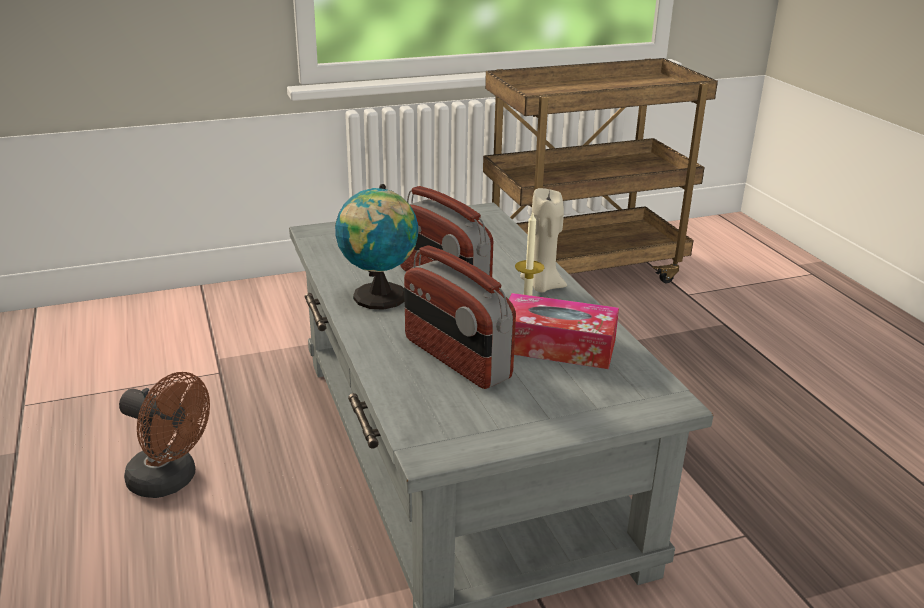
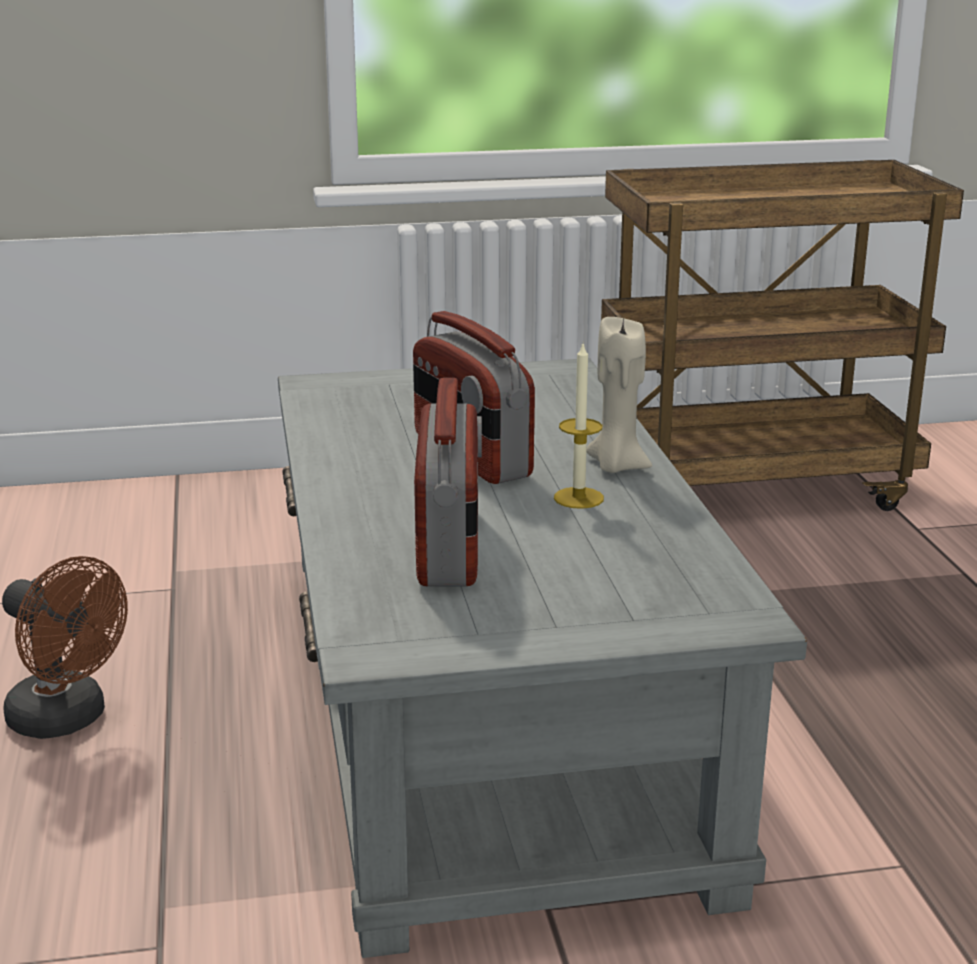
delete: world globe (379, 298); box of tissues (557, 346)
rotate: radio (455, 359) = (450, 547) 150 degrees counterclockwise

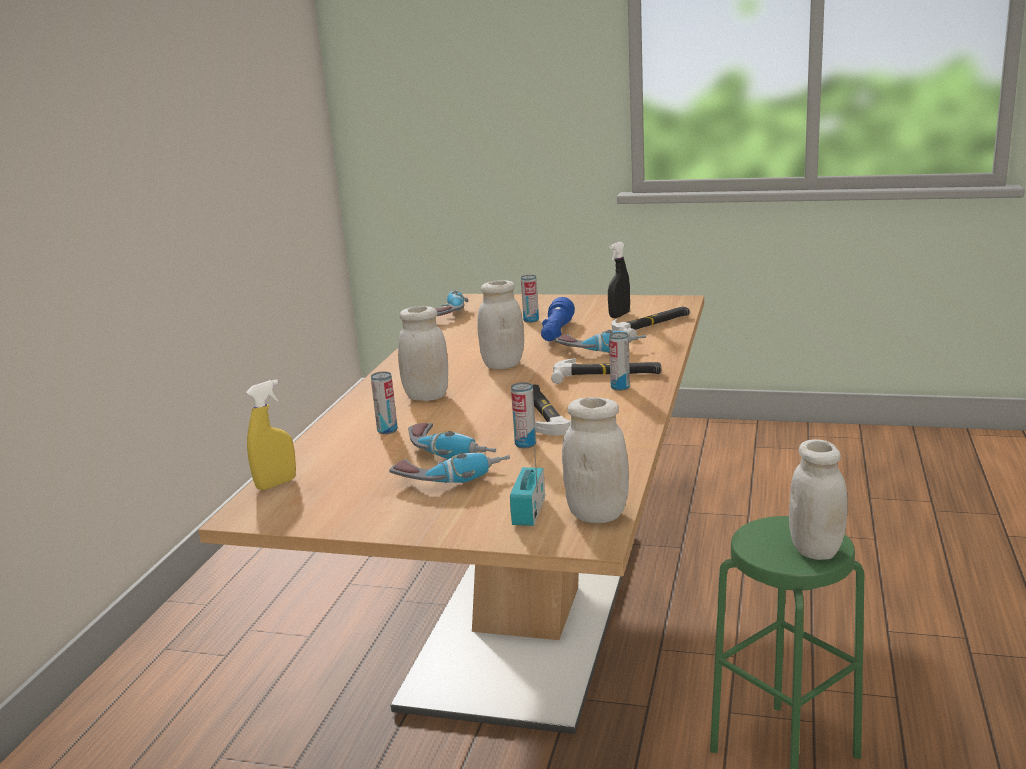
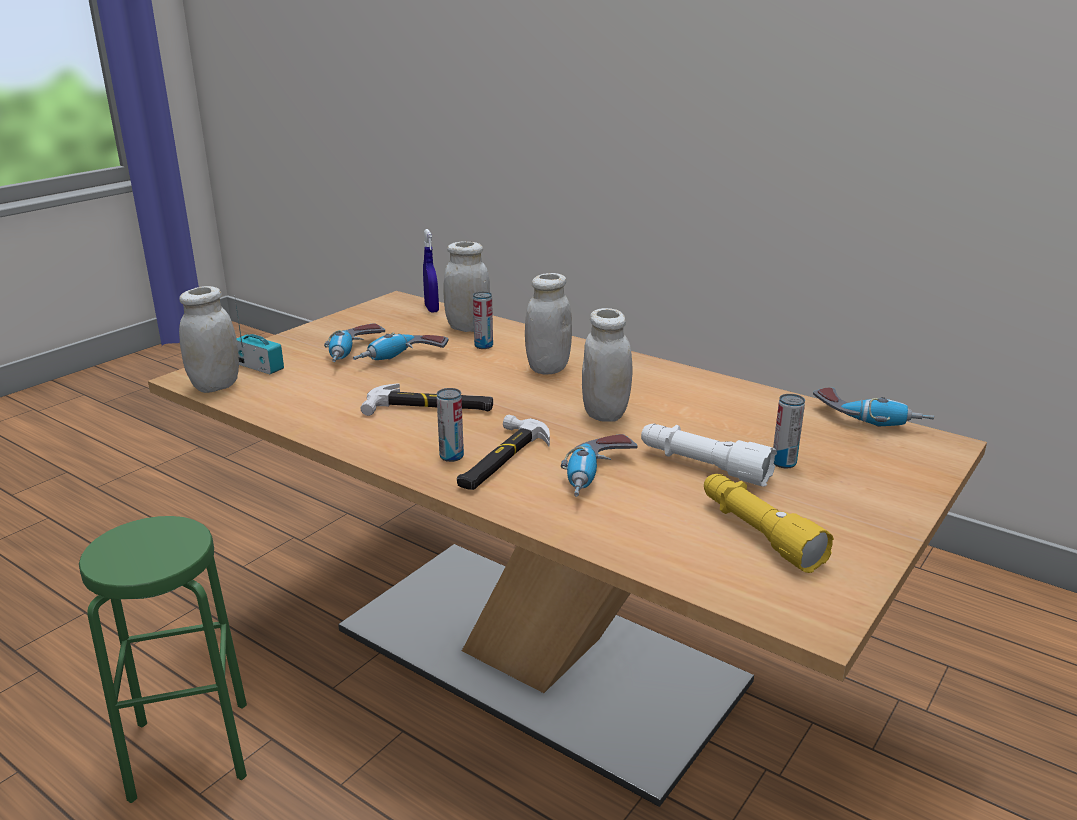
delete: can (525, 444); hammer (652, 325)
move: white-coloured storage jar (815, 550) to (467, 328)
replace: blackish sprayer (619, 315) to yellow flashlight (758, 533)
recolor: yellow sprayer (276, 484) to bluish sprayer (431, 309); bluish flashlight (556, 333) to white-coloured flashlight (703, 466)

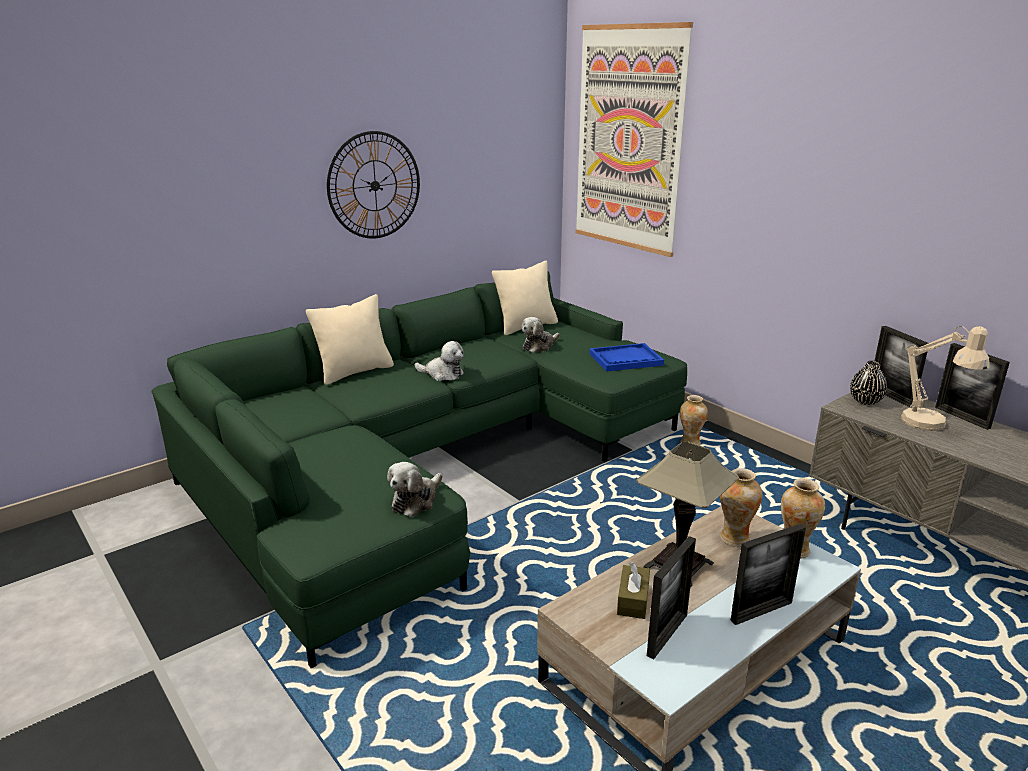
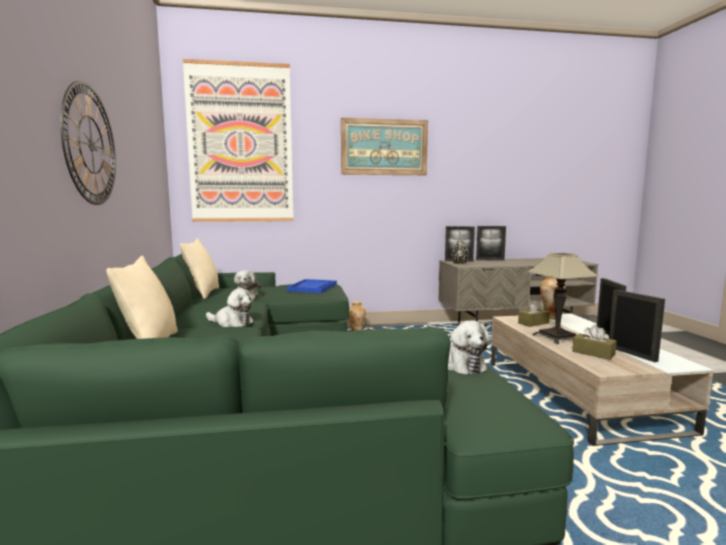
delete: beige-coloured table lamp (931, 425)
insert: picture (384, 147)
replace: vase (734, 538) to brown-coloured box of tissues (533, 323)
rotate: soft toy (442, 374) = (232, 323) 60 degrees clockwise

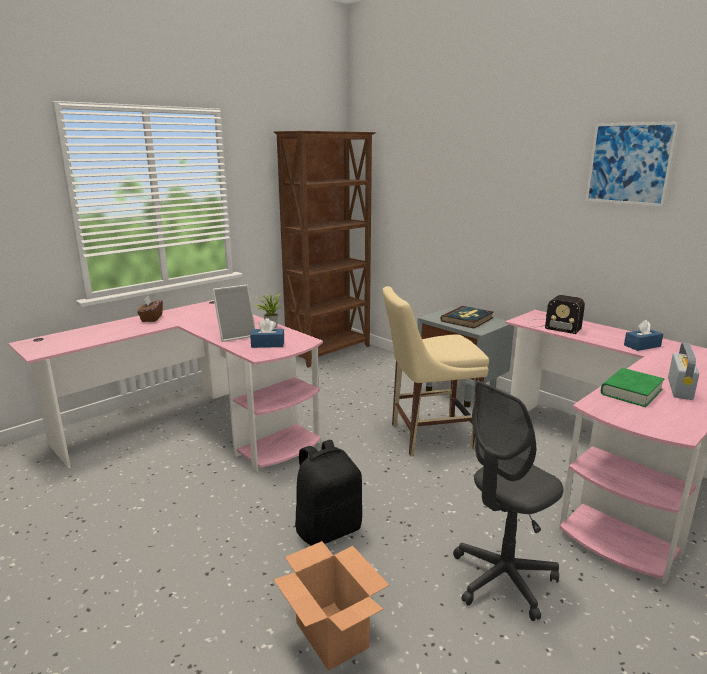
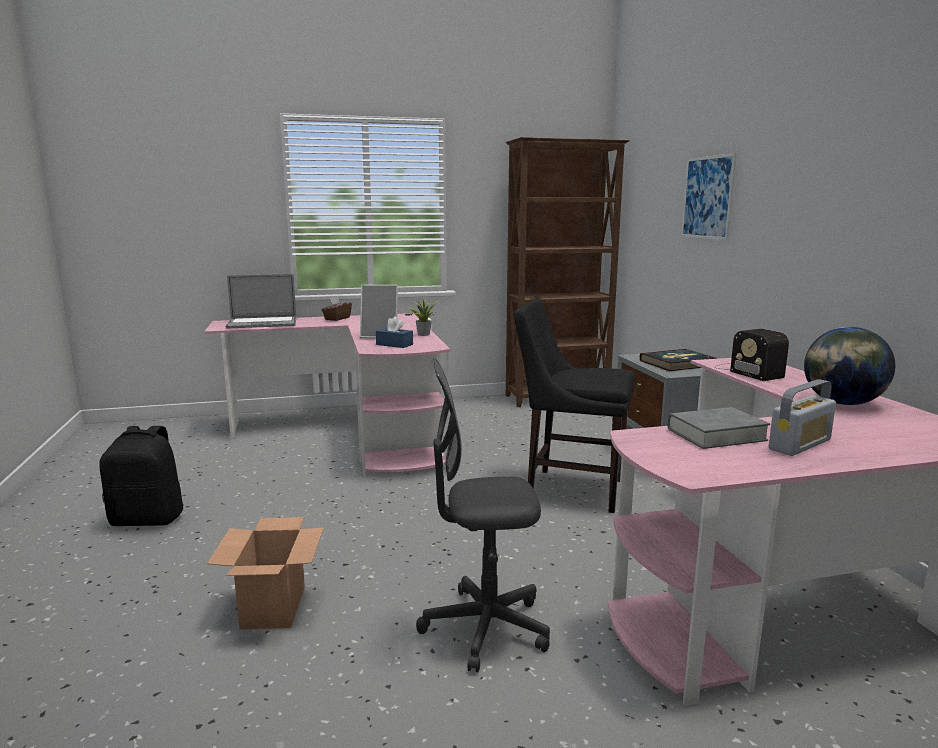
insert: notebook computer (262, 323)
move: blackish rucksack (328, 529) to (148, 519); picture (629, 163) to (707, 197)
replace: bluish box of tissues (642, 346) to world globe (842, 403)
recolor: beige-coloured chair (427, 436) to blackish chair (570, 489); green-coloured book (631, 392) to grey book (716, 435)

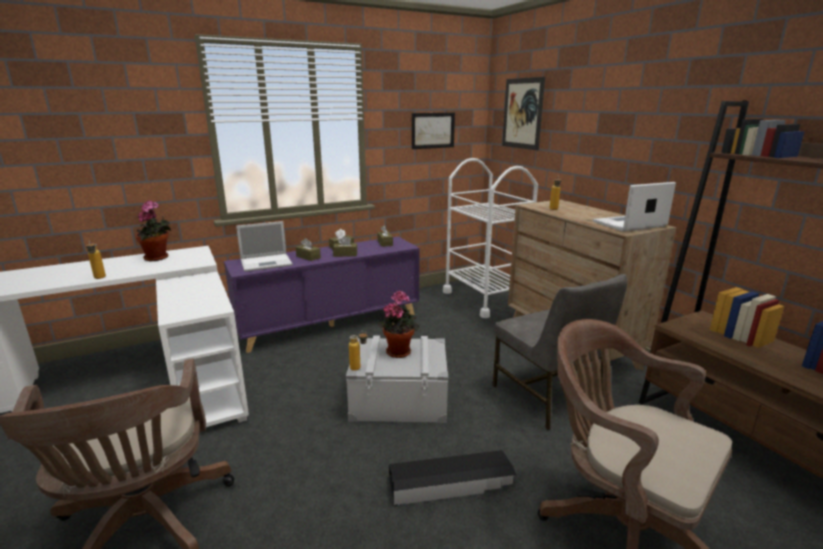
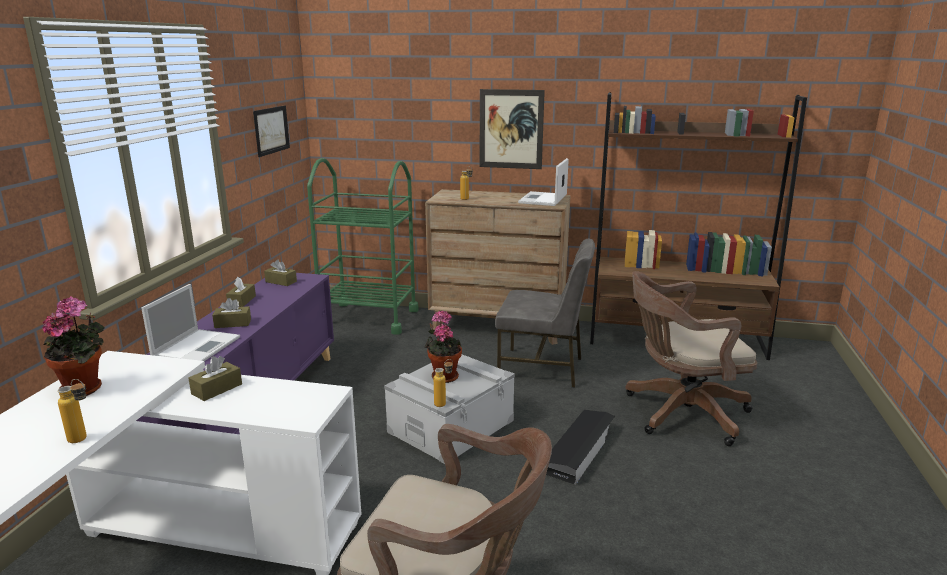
move: brown-coloured box of tissues (345, 254) to (217, 389); picture (522, 113) to (511, 129)
recolor: white-coloured trolley (484, 299) to green-coloured trolley (368, 318)

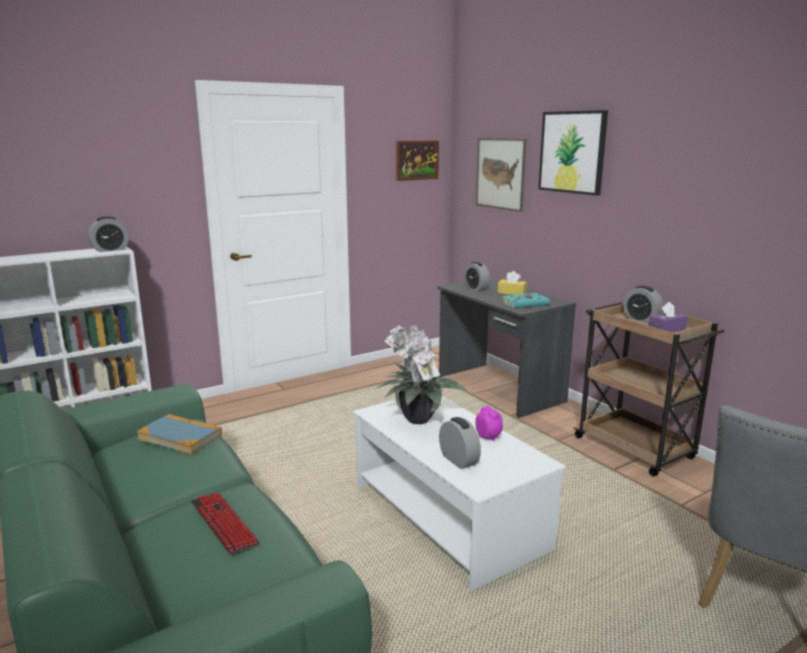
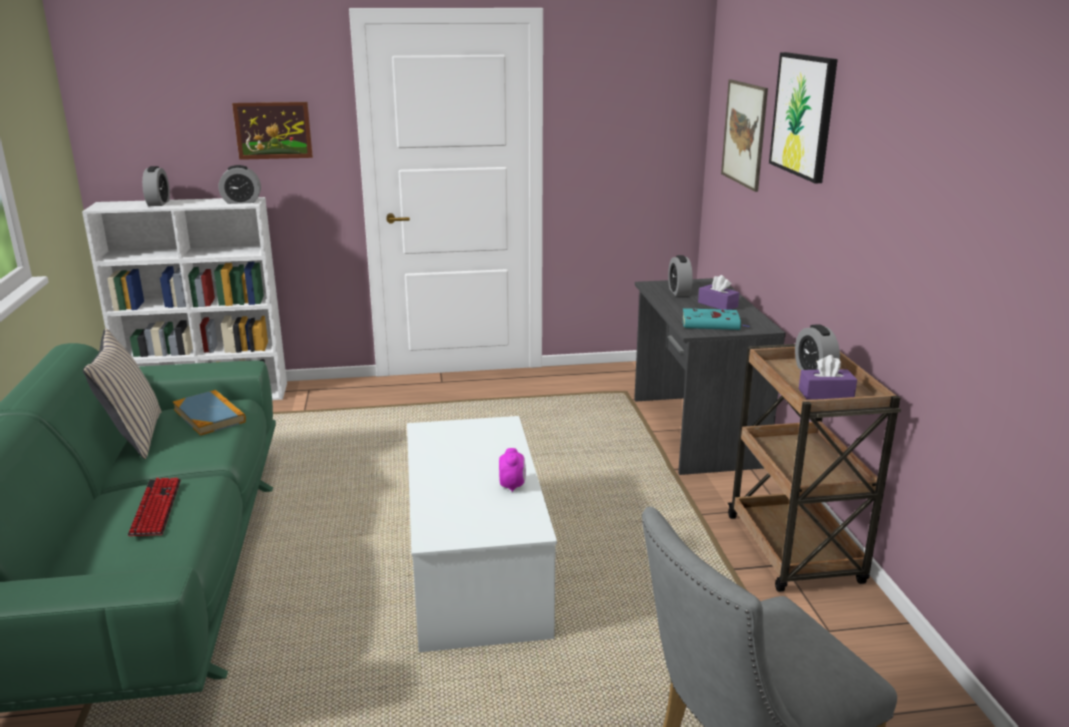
delete: houseplant (418, 421)
insert: beige-coloured cushion (134, 437)
move: table clock (458, 460) to (158, 203); picture (417, 160) to (273, 130)
recolor: yellow box of tissues (511, 293) to purple-coloured box of tissues (717, 305)

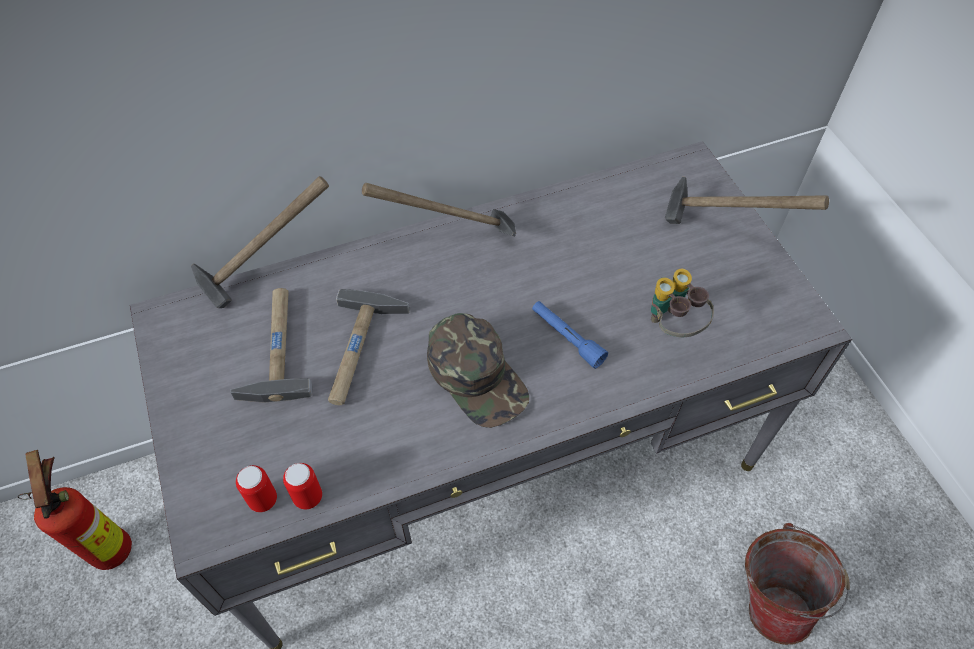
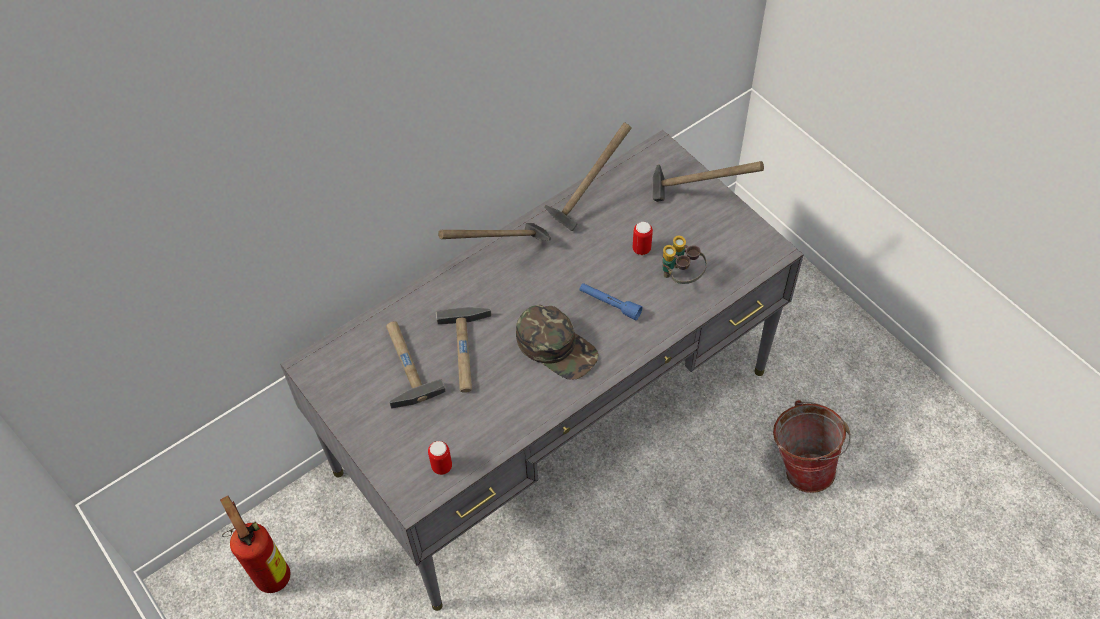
move: hammer (267, 272) to (587, 200); can (308, 497) to (641, 249)

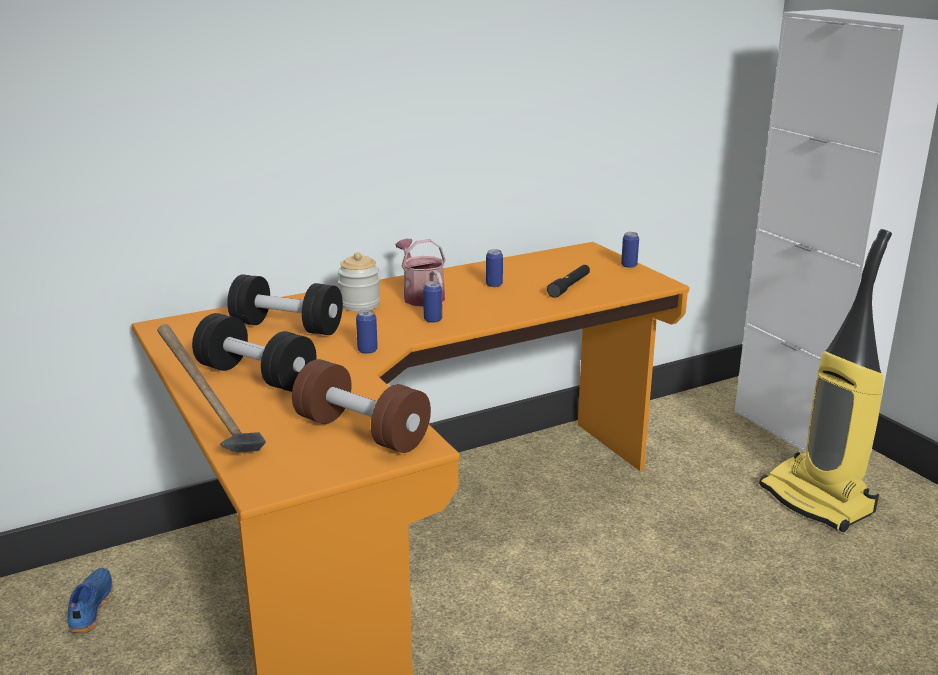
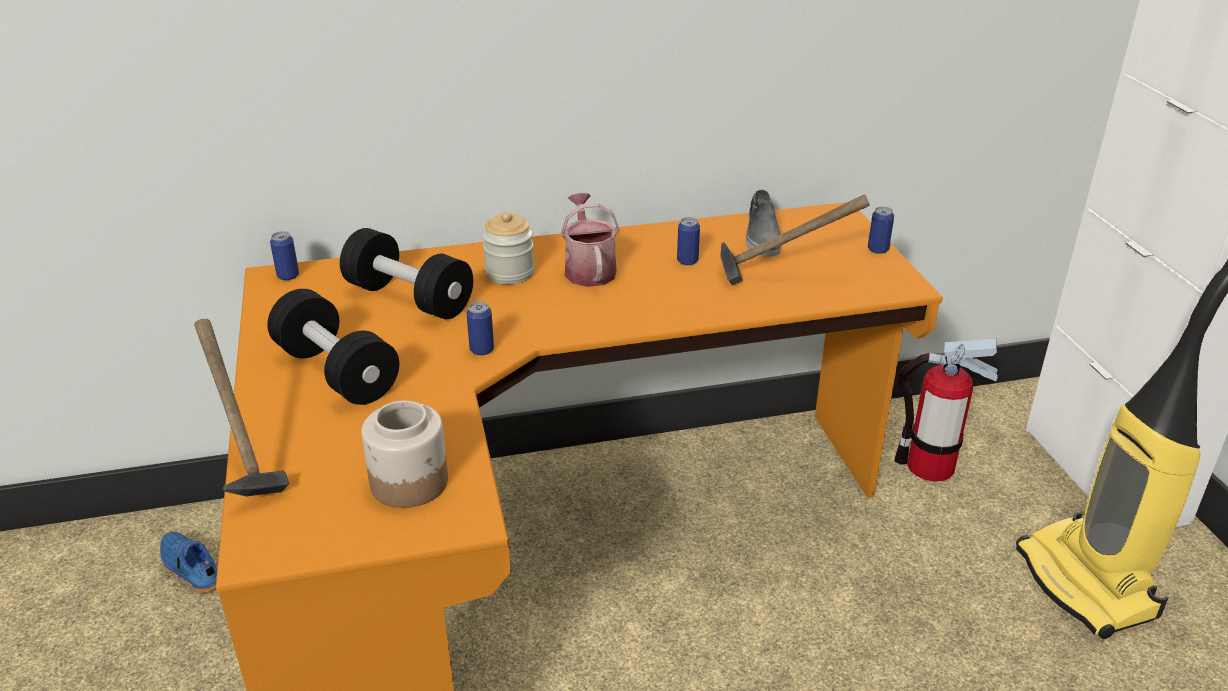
insert: grey shoe (762, 236); fire-fighting cylinder (929, 466)
move: can (433, 320) to (288, 276)
replace: brown-coloured dumbbell (362, 432) to storage jar (410, 482); blackish flashlight (569, 286) to hammer (781, 276)
rotate: bluish shoe (89, 608) = (191, 570) 60 degrees counterclockwise

